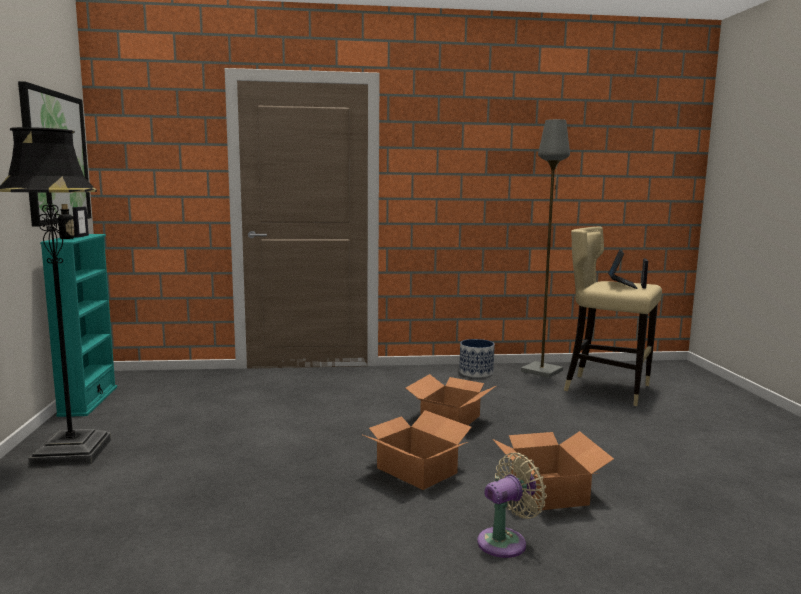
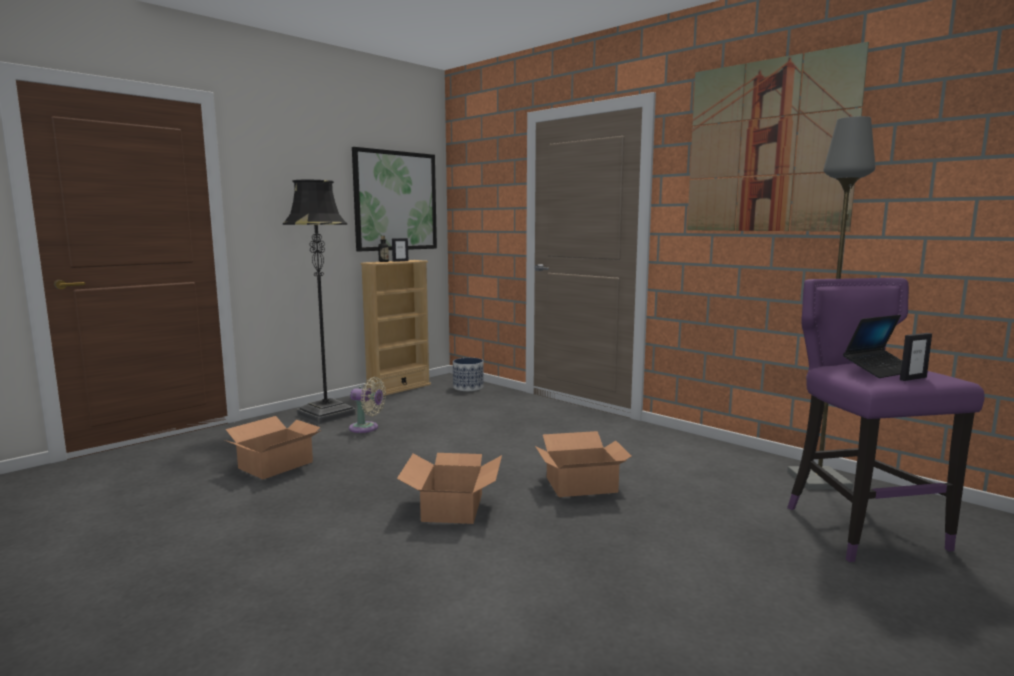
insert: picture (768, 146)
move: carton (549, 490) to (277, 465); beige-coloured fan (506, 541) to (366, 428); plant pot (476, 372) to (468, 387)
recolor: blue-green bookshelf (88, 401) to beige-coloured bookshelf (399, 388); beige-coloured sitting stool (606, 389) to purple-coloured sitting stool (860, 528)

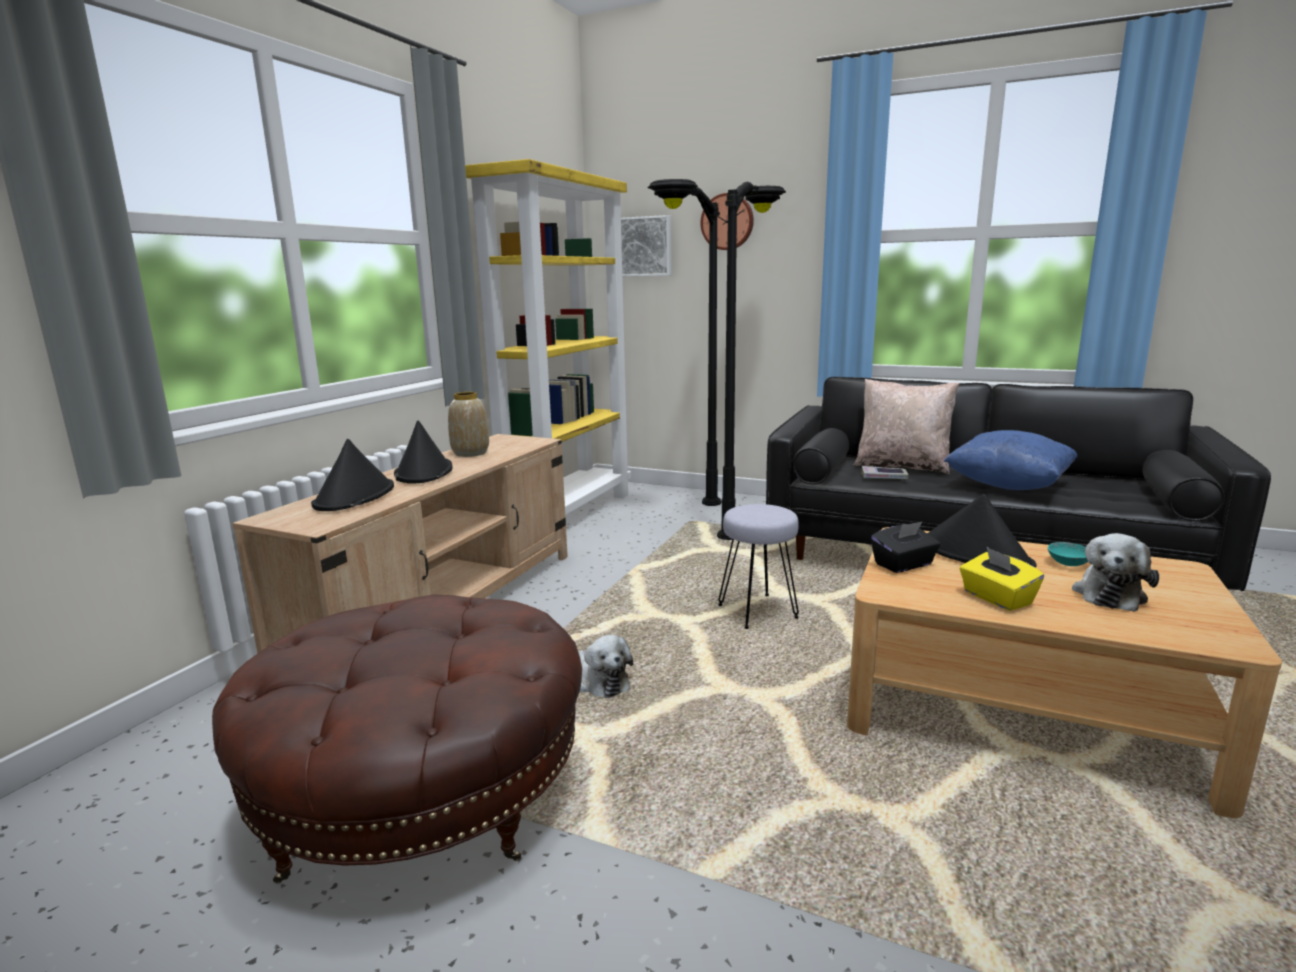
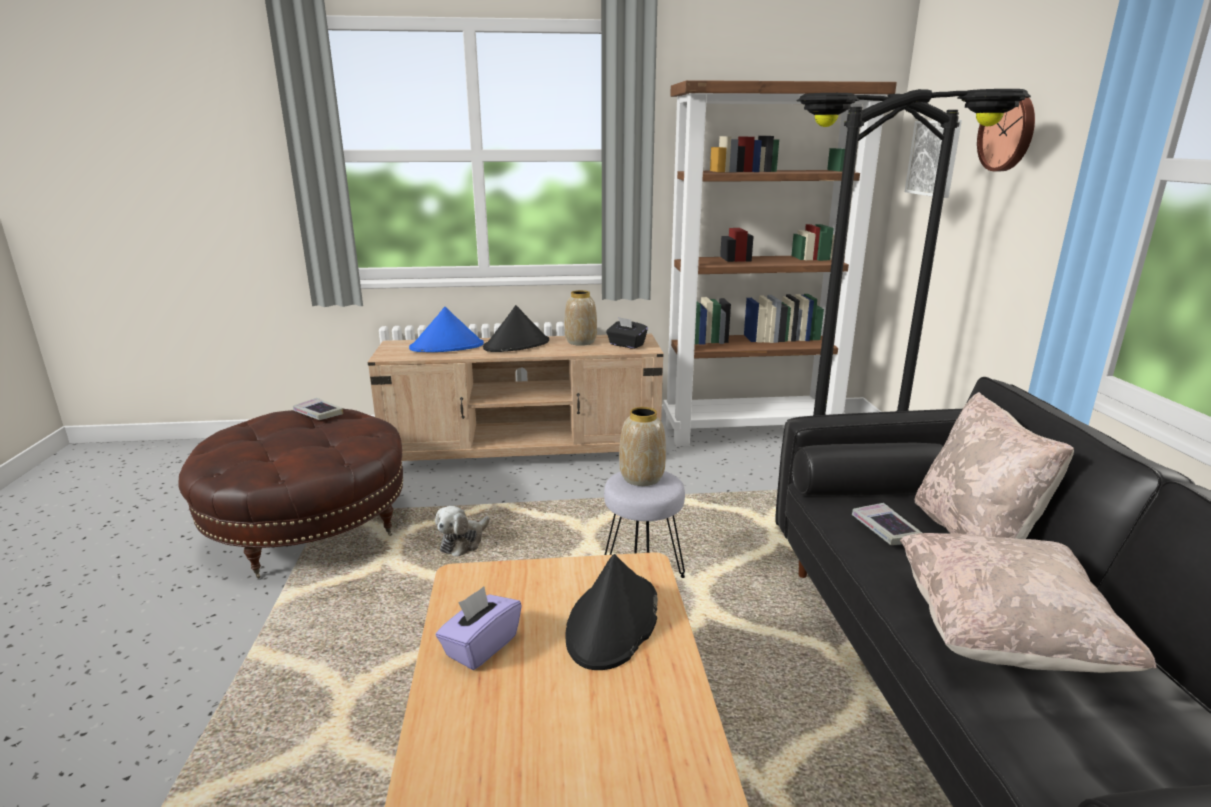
delete: blue-green bowl (1068, 563); soft toy (1109, 594)
insert: book (318, 413); vase (641, 478)
move: blackish box of tissues (904, 565) to (626, 345)
recolor: blackish clothing hat (355, 497) to bluish clothing hat (447, 347); yellow box of tissues (996, 598) to purple-coloured box of tissues (481, 646); yellow bookshelf (568, 513) to brown-coloured bookshelf (751, 431); bluish cushion (1008, 486) to beige-coloured cushion (1001, 636)

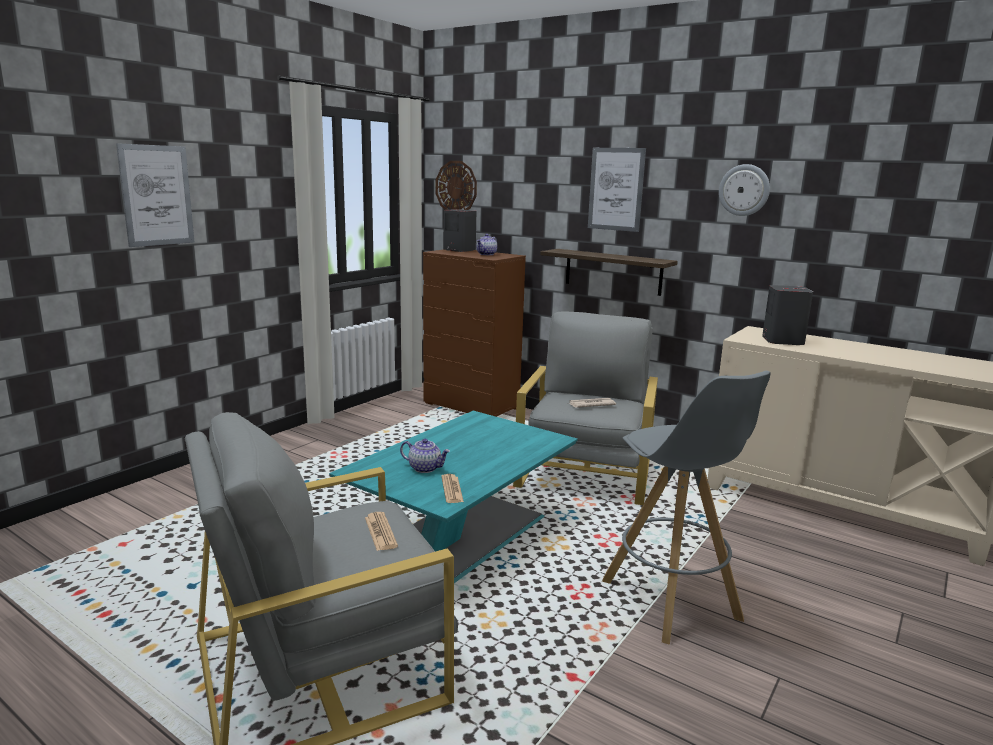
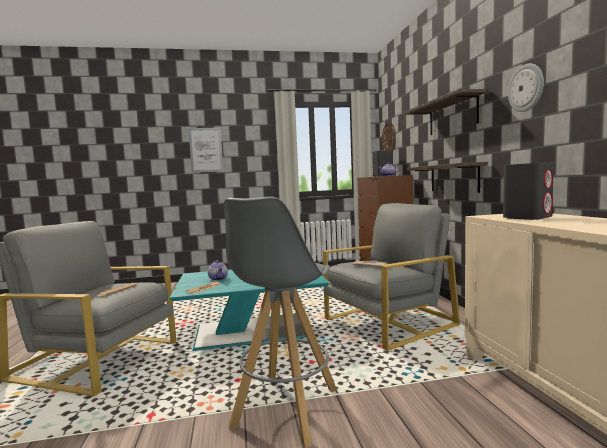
replace: picture (616, 189) to wall shelf (452, 115)

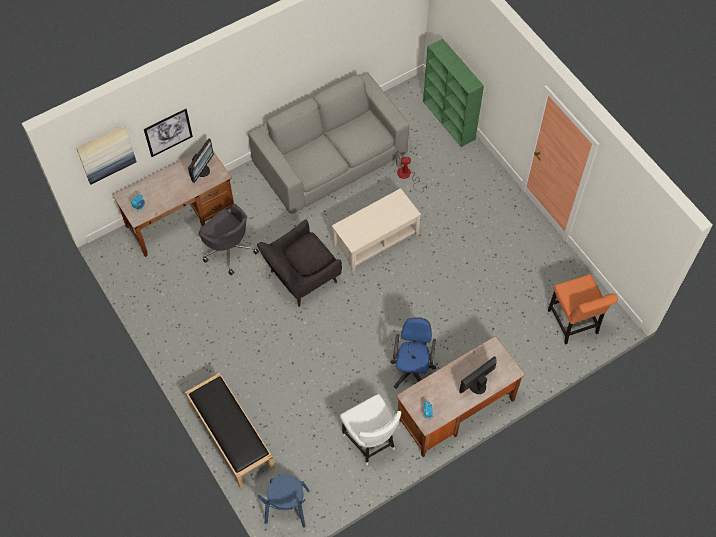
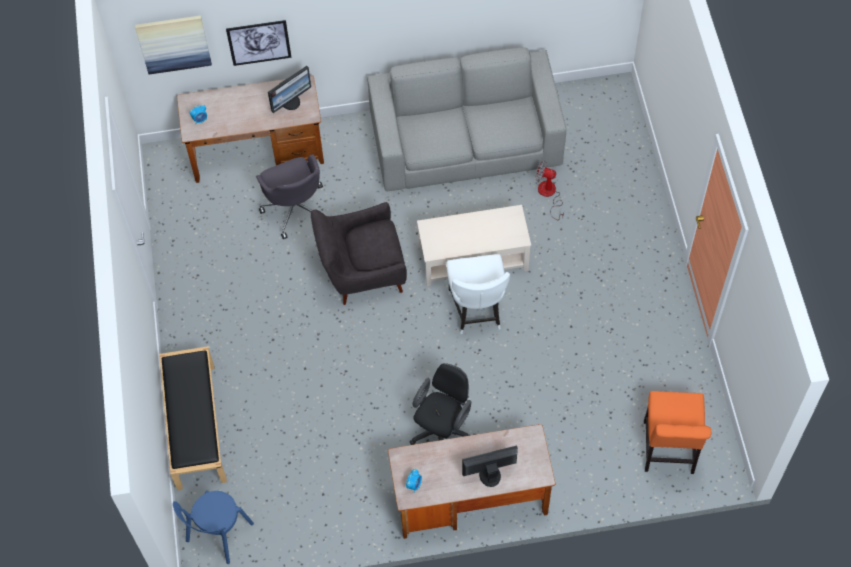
delete: green-coloured bookshelf (449, 120)
move: white-coloured chair (370, 441) to (476, 311)
recolor: bluish computer chair (412, 369) to blackish computer chair (442, 429)

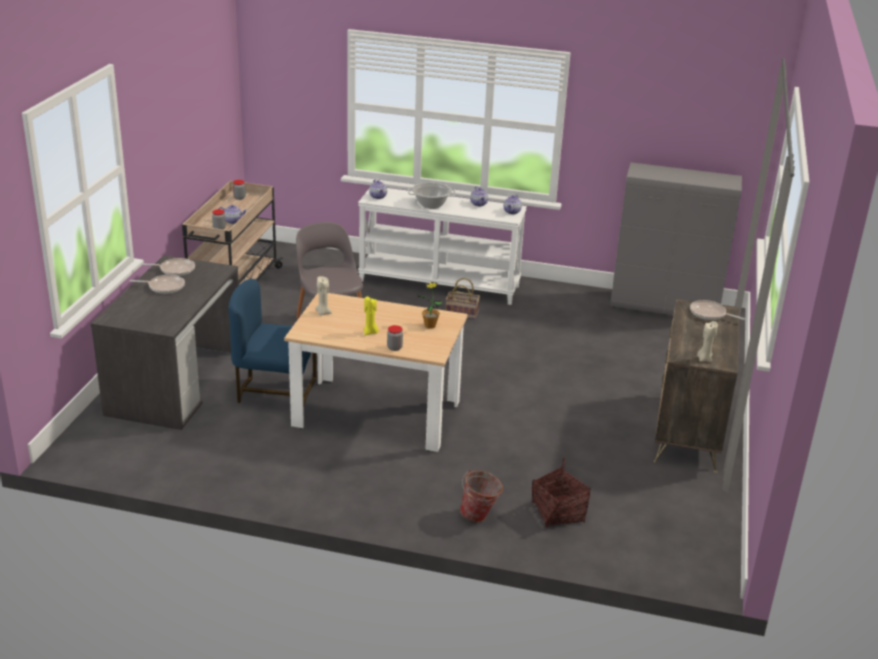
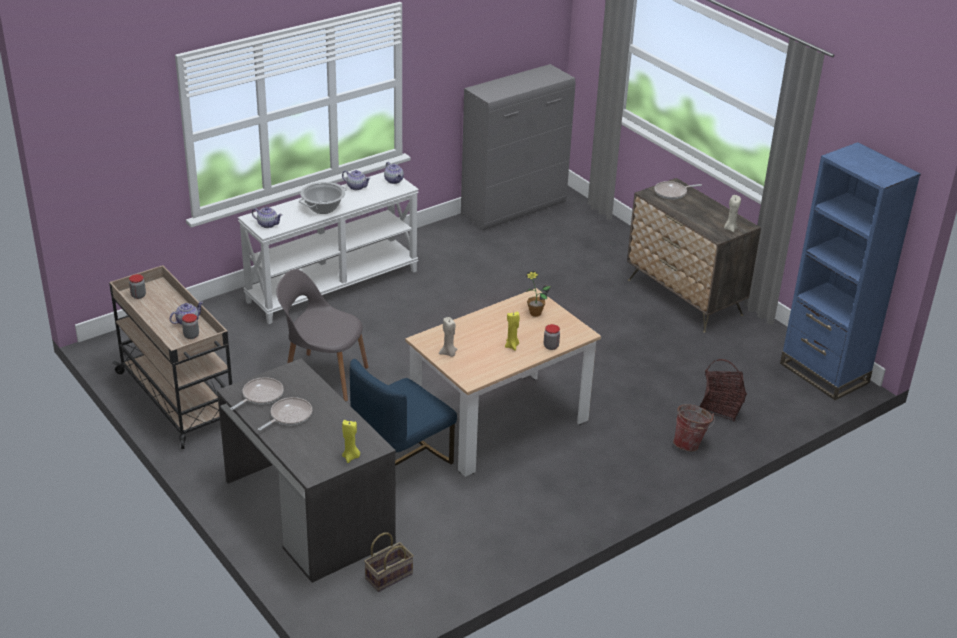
insert: yellow wax light (351, 457); bluish bookshelf (824, 373)
move: storage basket (462, 313) to (389, 575)

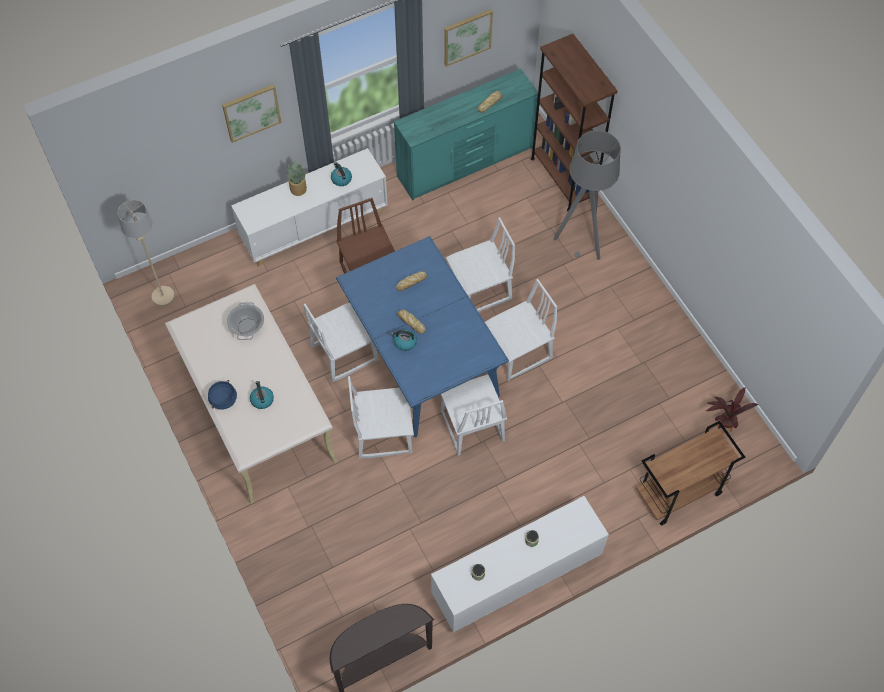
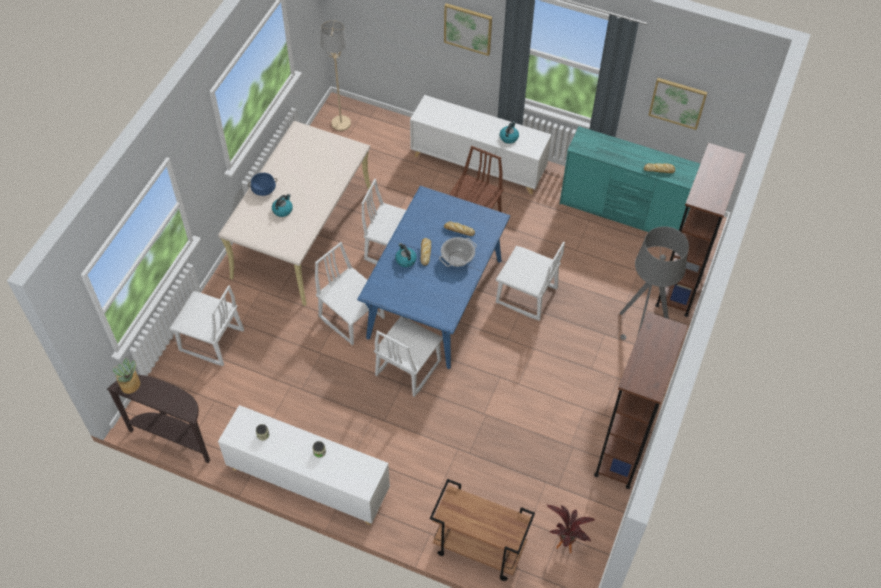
insert: brown-coloured bookshelf (624, 447)
move: houseplant (298, 188) to (131, 385); white-coloured chair (518, 352) to (211, 341); saucepot (247, 327) to (457, 259)

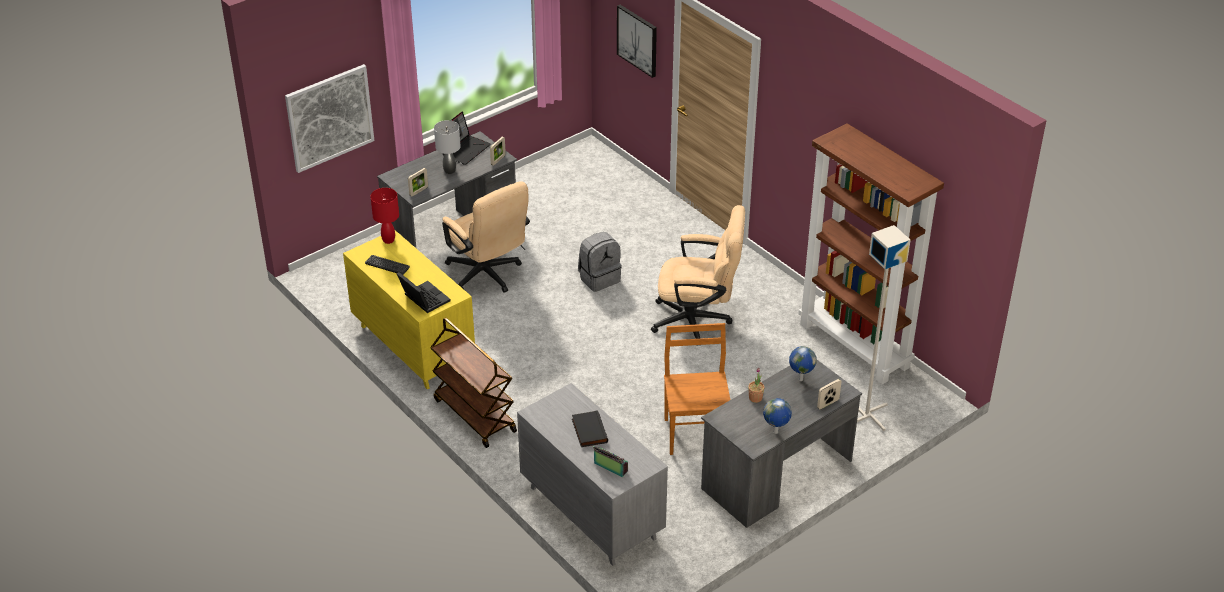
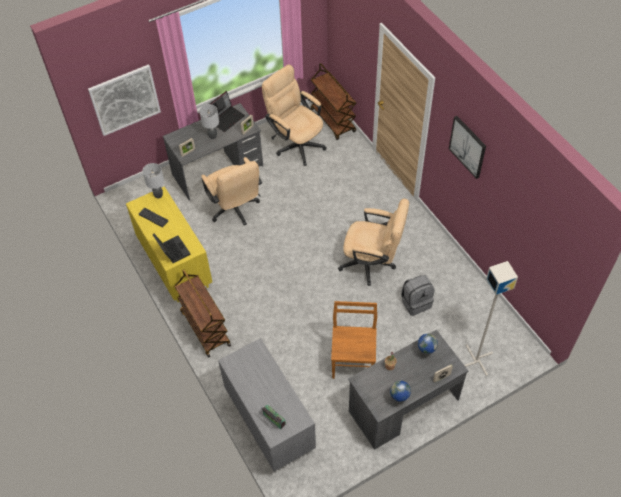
delete: blackish book (588, 431); brown-coloured bookshelf (855, 345)
insert: beige-coloured computer chair (296, 143); brown-coloured trolley (333, 120)
move: grey rucksack (599, 278) to (416, 302); picture (637, 40) to (468, 146)
recolor: red-coloured table lamp (388, 240) to grey table lamp (158, 195)

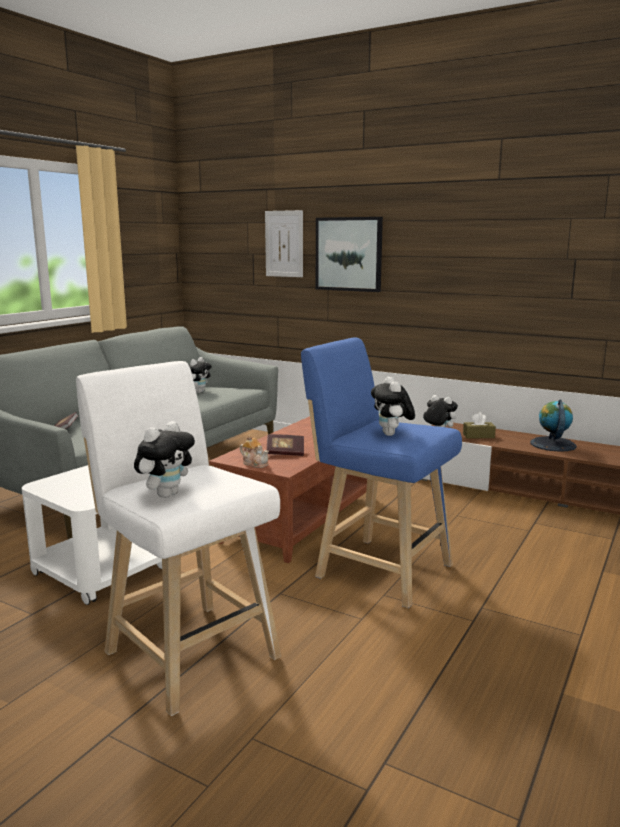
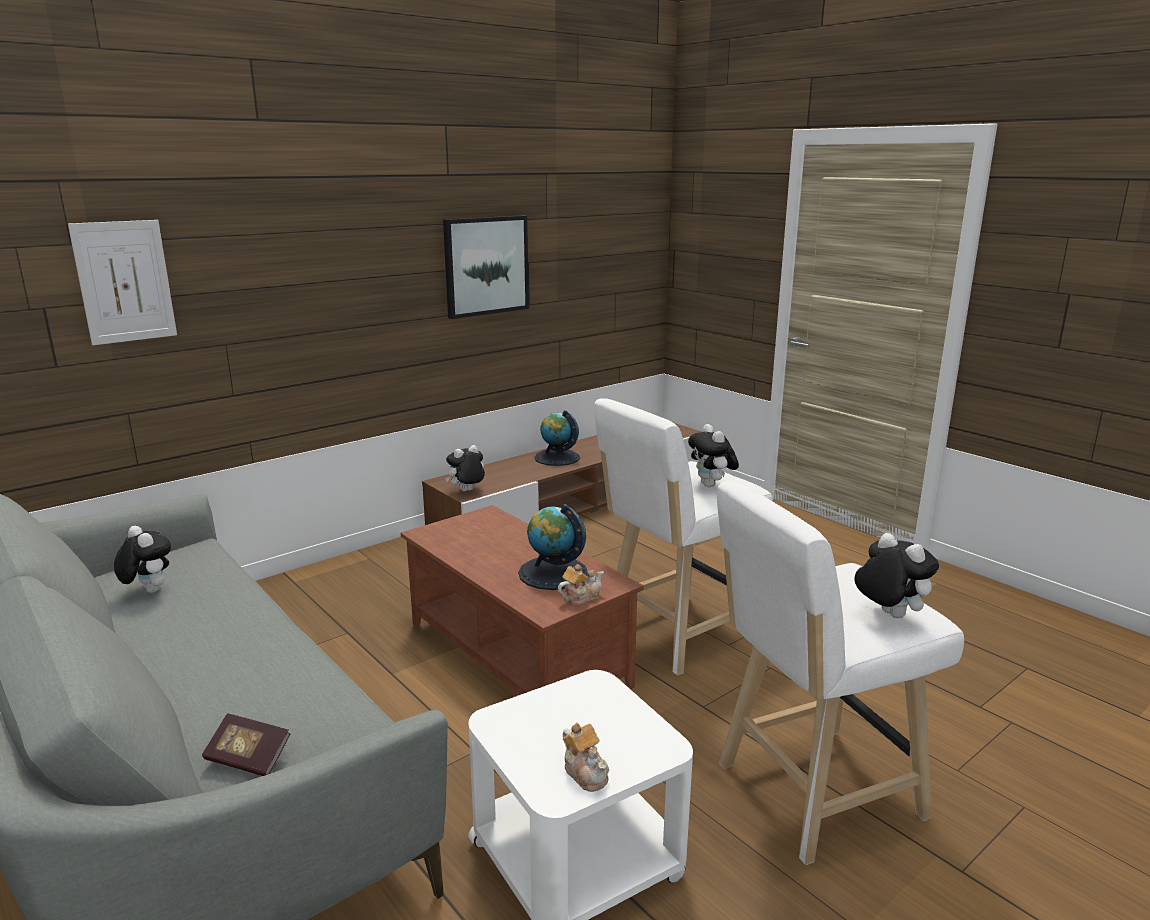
delete: brown-coloured box of tissues (478, 436)
insert: pot for tea (586, 773)
move: picture (349, 254) to (486, 266)
replace: book (285, 453) to world globe (552, 573)
recolor: bluish sitting stool (378, 569) to white-coloured sitting stool (674, 635)
rotate: soft toy (392, 435) = (711, 485) 60 degrees clockwise

